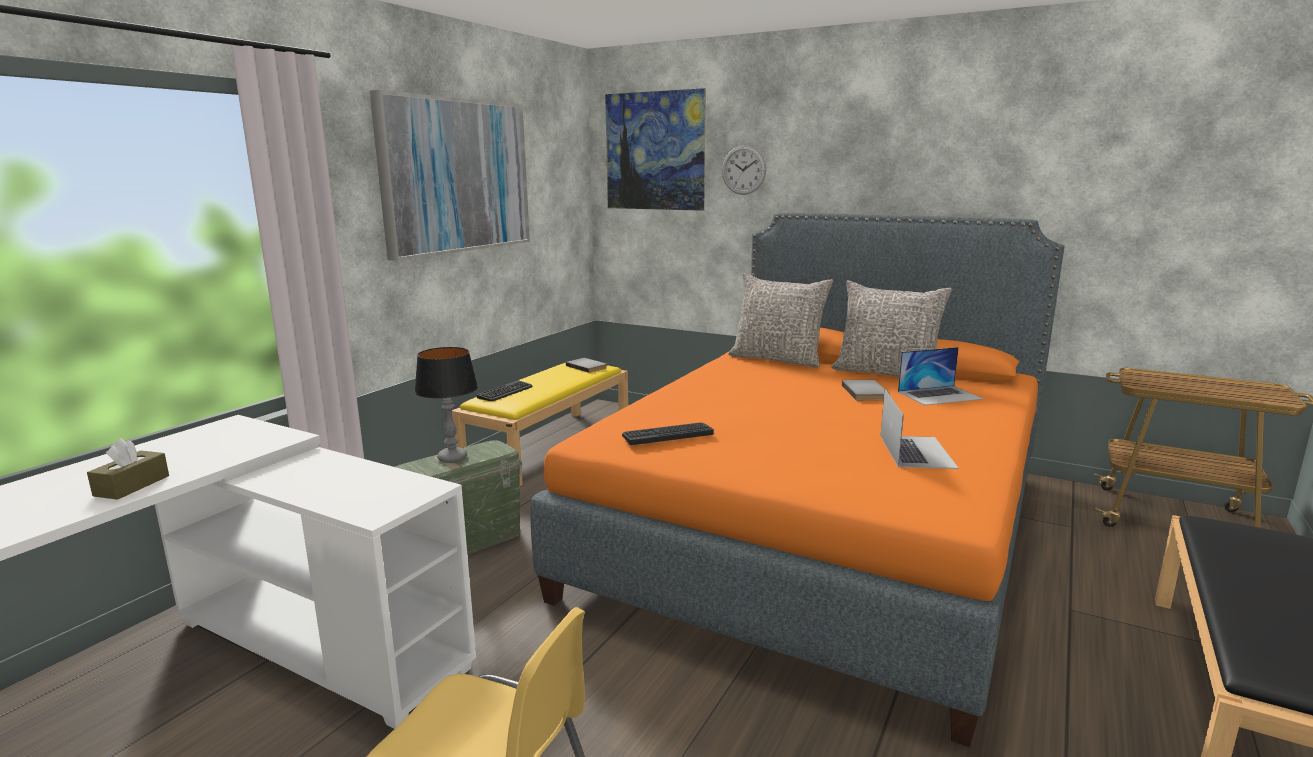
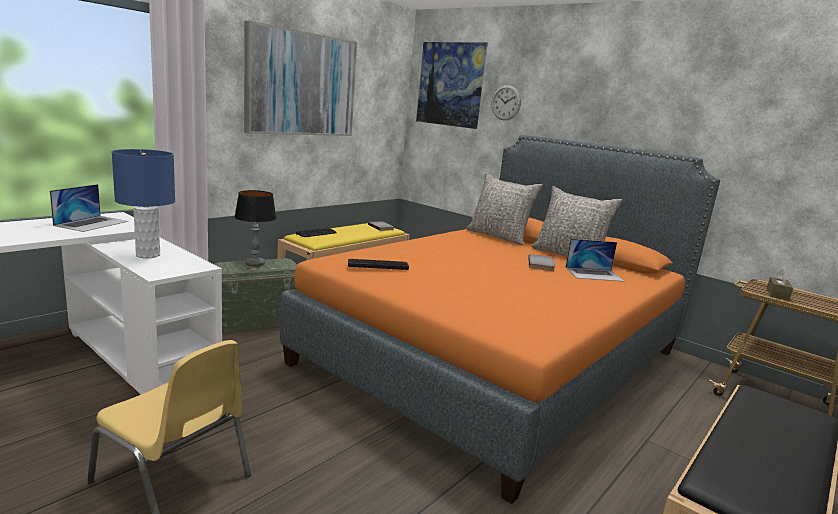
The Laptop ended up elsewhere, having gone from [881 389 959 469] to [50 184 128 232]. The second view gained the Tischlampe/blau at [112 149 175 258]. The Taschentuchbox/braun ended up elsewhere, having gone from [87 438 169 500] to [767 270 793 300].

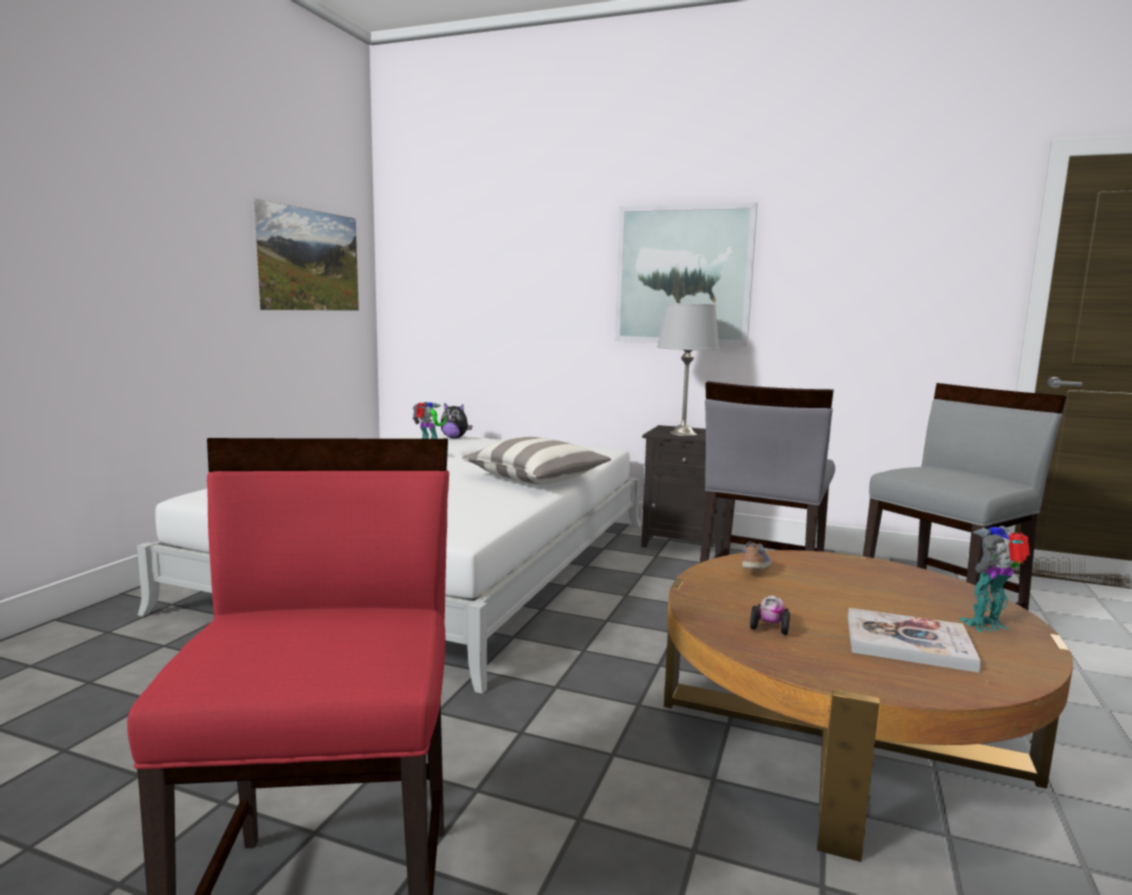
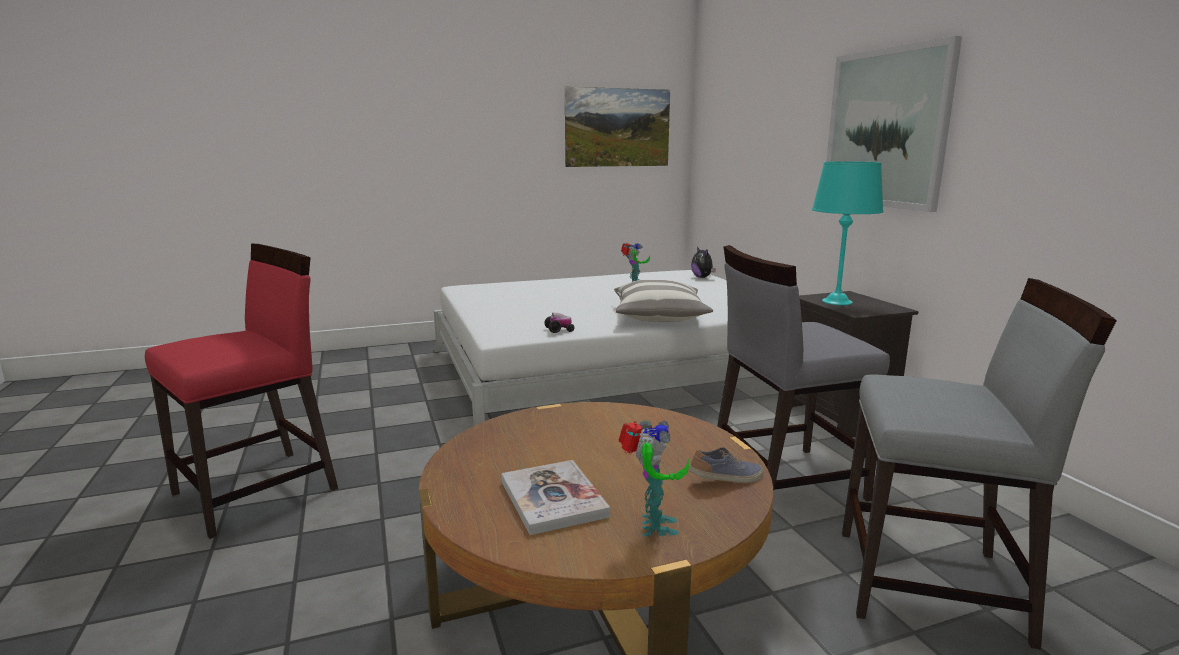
The Spielzeugauto ended up elsewhere, having gone from [750 596 790 635] to [544 312 575 333]. The Spielzeugroboter at [959 526 1030 633] ended up facing another way, 60 degrees clockwise from before. The Schuh ended up elsewhere, having gone from [742 541 772 569] to [689 447 763 483]. What was the Tischlampe/grau at [657 303 720 436] turned into the Tischlampe/türkis at [812 161 883 305].

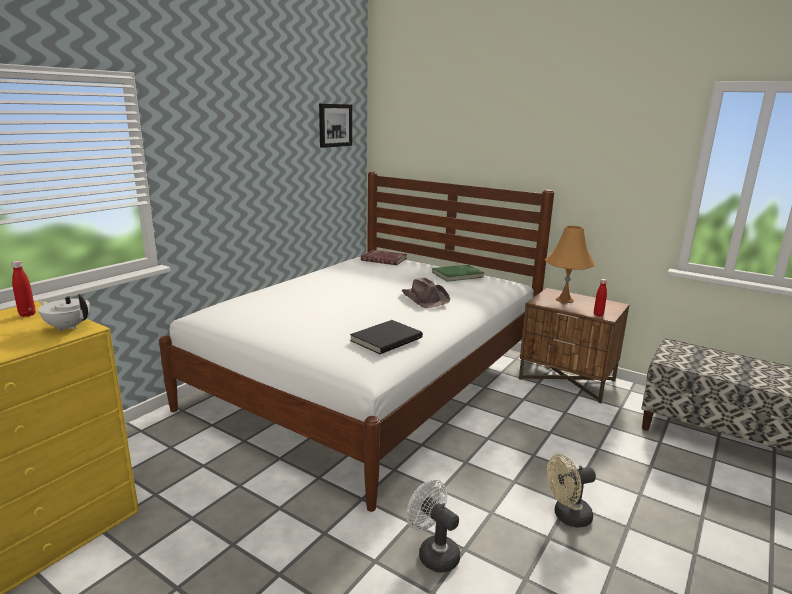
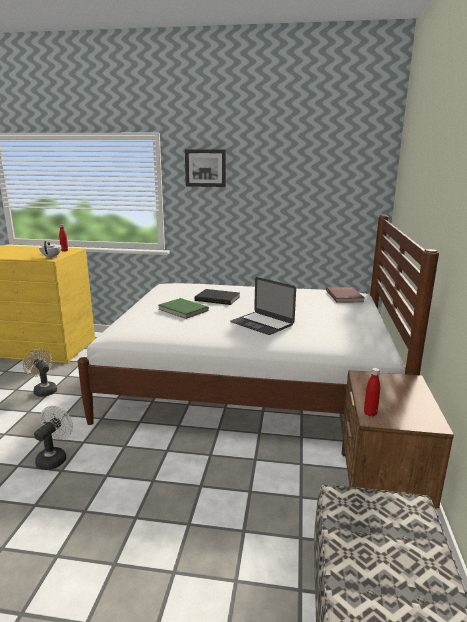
The Ventilator/beige ended up elsewhere, having gone from [547 454 596 528] to [23 349 57 397]. The Buch/grün ended up elsewhere, having gone from [432 264 484 282] to [159 298 209 319]. The Bild ended up elsewhere, having gone from [319 103 352 148] to [185 149 226 187]. The Buch/schwarz ended up elsewhere, having gone from [350 320 423 354] to [195 289 240 305]. Where the Hut/braun stood at [401 277 450 308], the Laptop came to stand at [230 277 296 335]. The second view lost the Tischlampe/orange at [545 226 596 303].

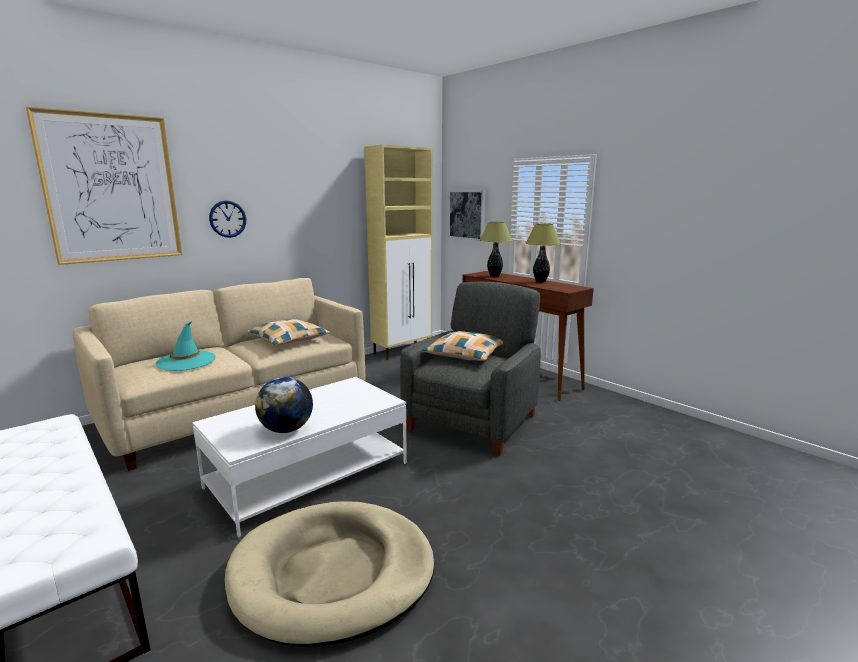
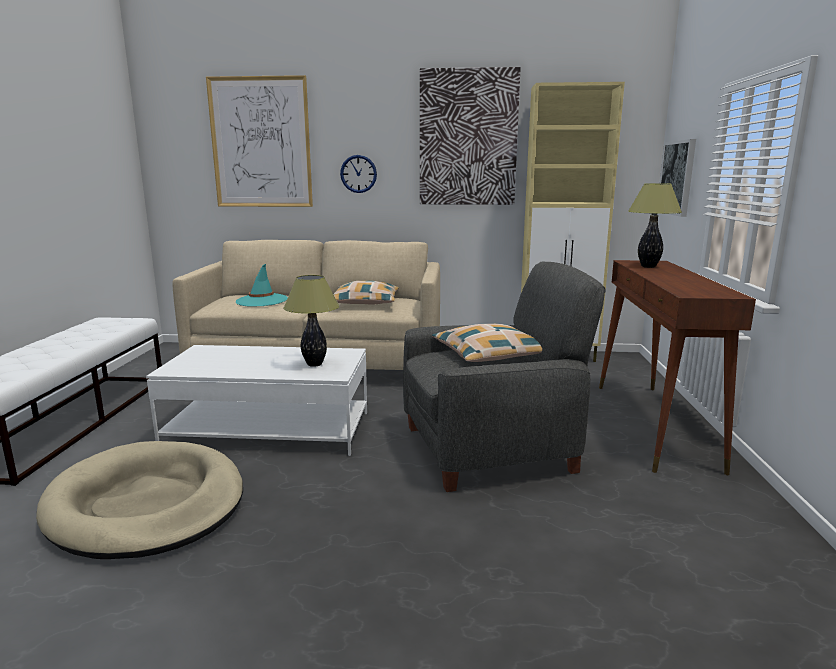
The Tischlampe ended up elsewhere, having gone from [526 224 561 282] to [284 275 339 367]. The second view gained the Bild at [420 67 521 205]. The second view lost the Globus at [255 377 313 433].

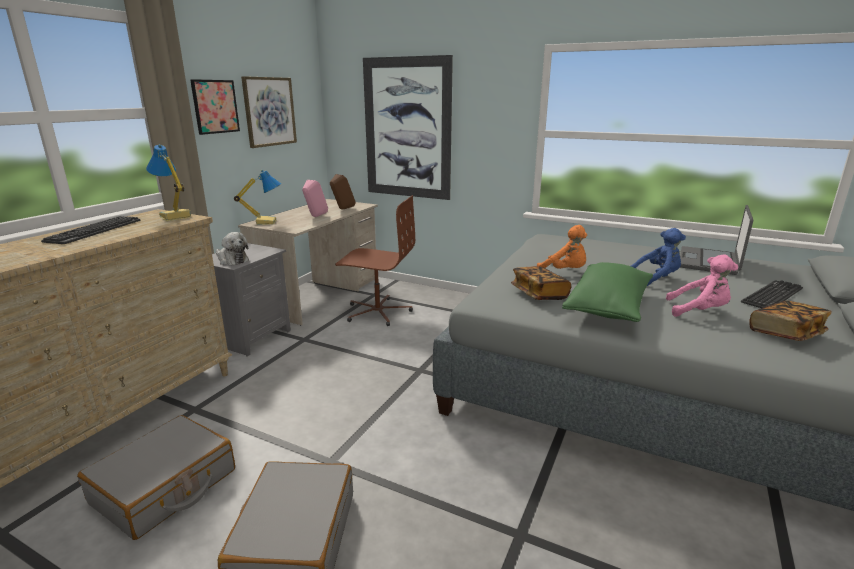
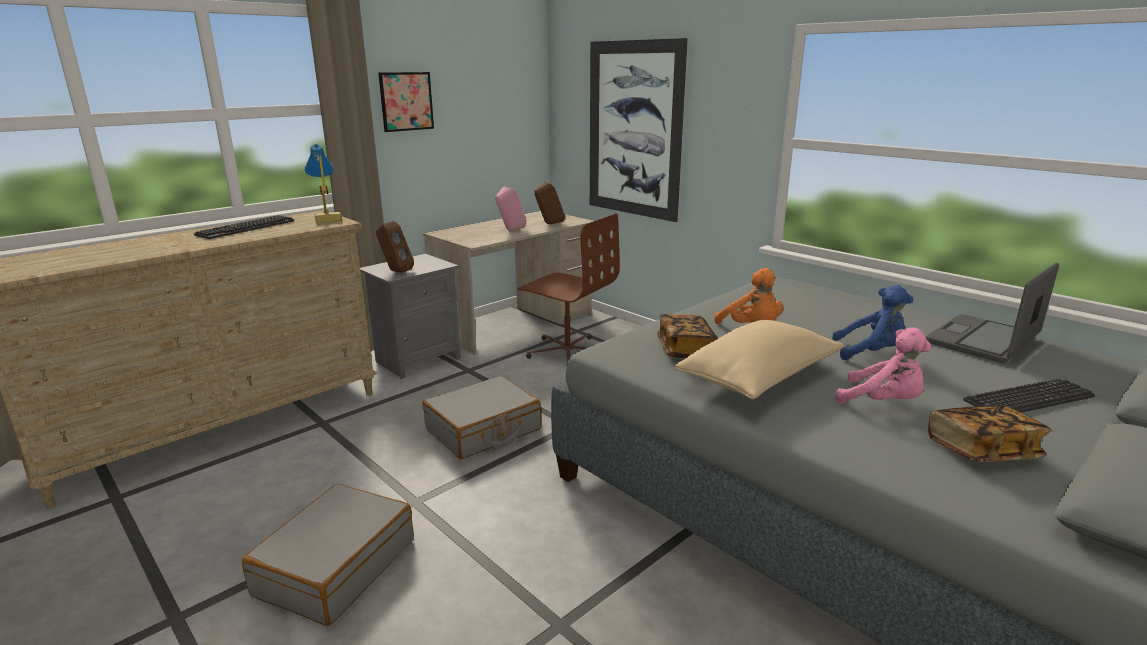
Where the Plüschtier stood at [216 232 249 265], the Lautsprecher/braun came to stand at [376 221 414 273]. The Koffer/grau ended up elsewhere, having gone from [77 415 235 540] to [423 376 541 459]. What was the Kissen/grün at [562 262 653 322] turned into the Kissen/beige at [675 320 844 399]. The second view lost the Tischlampe at [234 170 281 225]. The second view lost the Bild at [241 76 297 148].

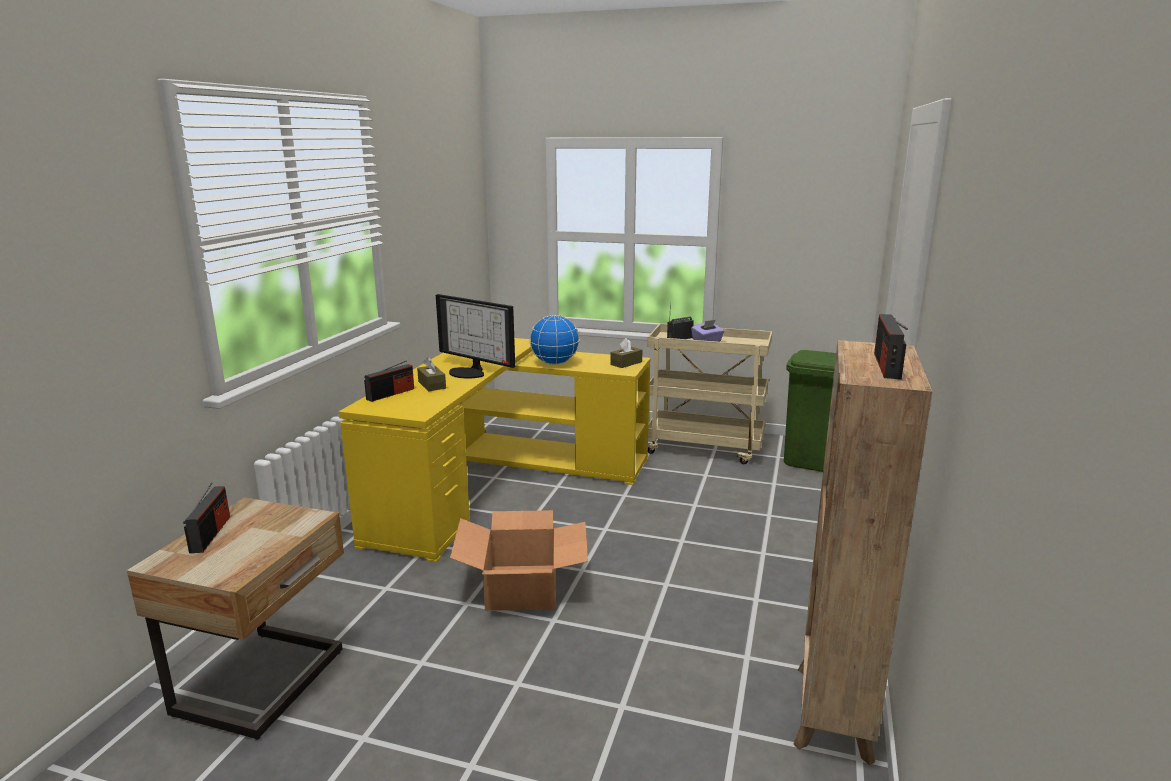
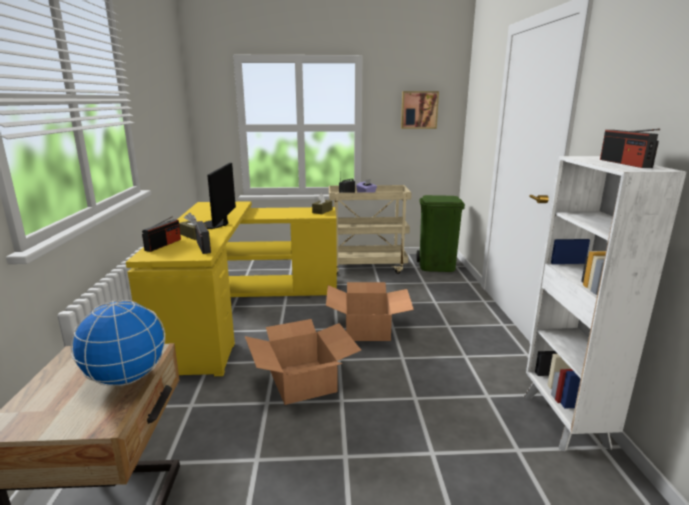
The Globus ended up elsewhere, having gone from [530 315 580 365] to [71 300 165 386]. The Radio ended up elsewhere, having gone from [183 482 230 553] to [194 219 211 254]. The Monitor at [436 294 515 379] ended up facing another way, 75 degrees clockwise from before. The second view gained the Karton at [326 282 414 341]. The second view gained the Bild at [401 91 439 129]. What was the Bücherregal/braun at [794 340 932 765] turned into the Bücherregal/weiß at [524 156 686 452].

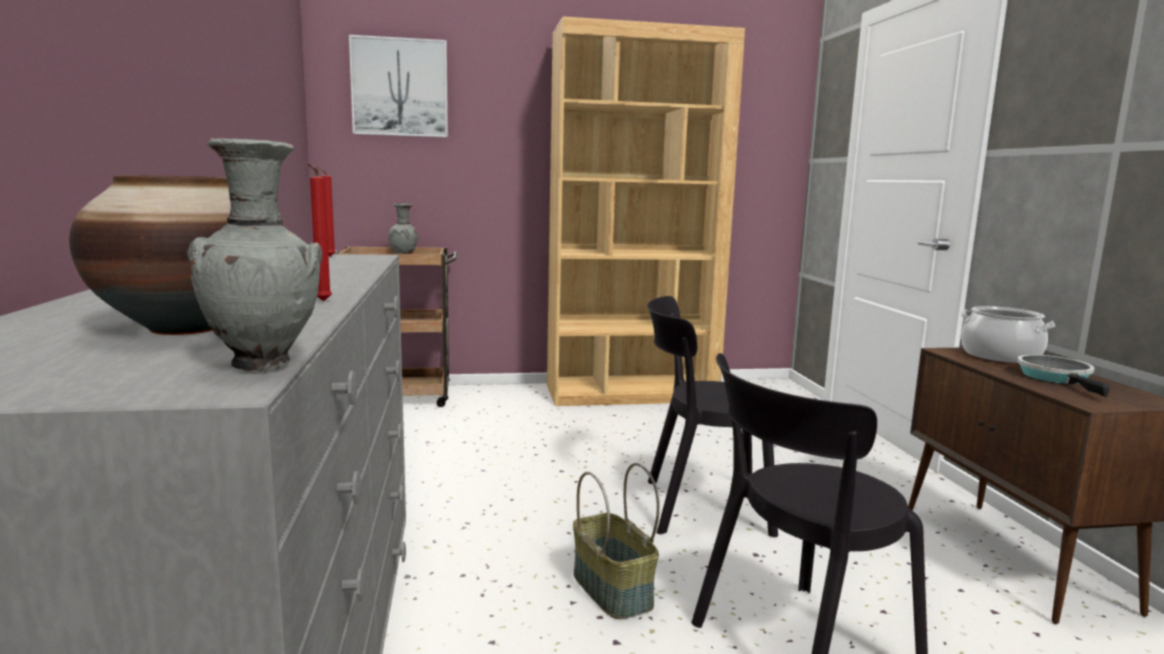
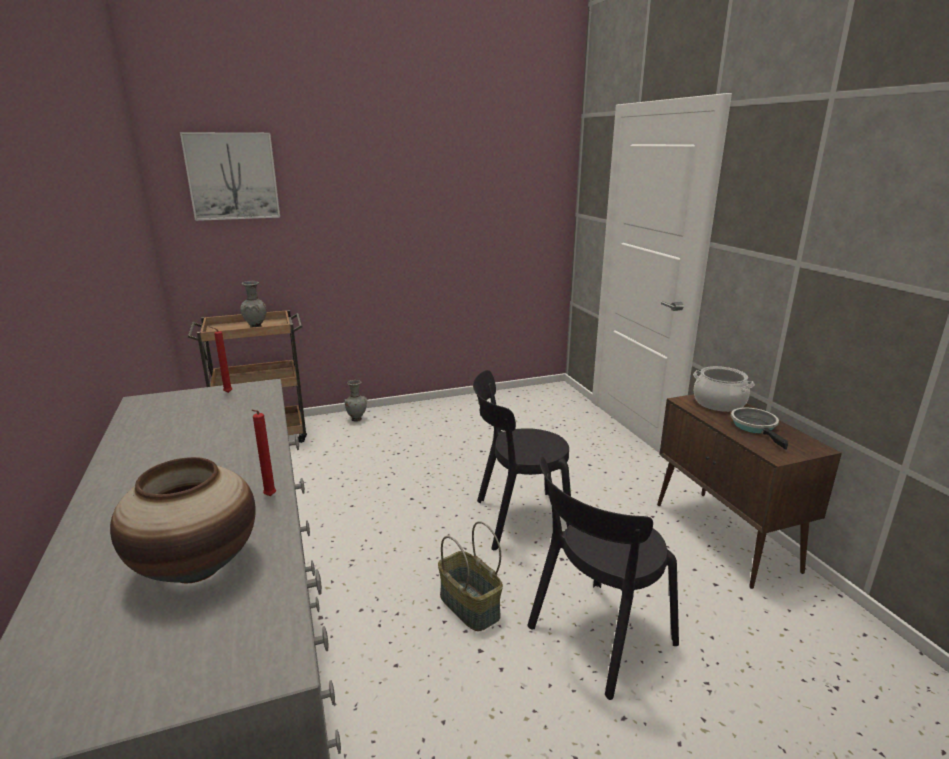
The Vase/grau ended up elsewhere, having gone from [187 138 322 372] to [344 380 367 422]. The second view lost the Bücherregal/braun at [547 17 745 406].

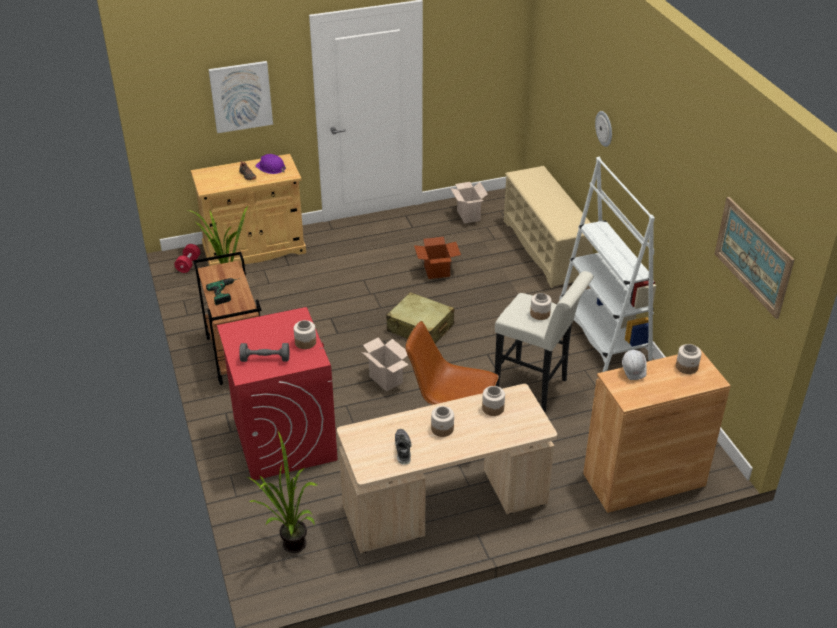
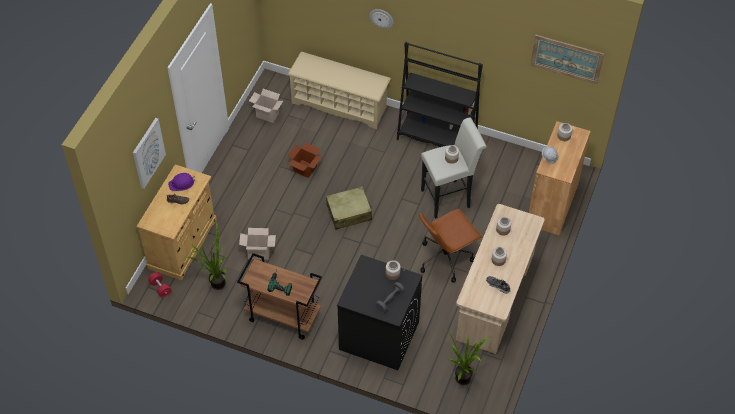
The Karton ended up elsewhere, having gone from [362 337 409 392] to [239 228 276 260]. What was the Waschmaschine/rot at [217 307 338 480] turned into the Waschmaschine/schwarz at [337 255 422 370]. What was the Bücherregal/weiß at [559 157 656 372] turned into the Bücherregal/schwarz at [397 42 483 147].

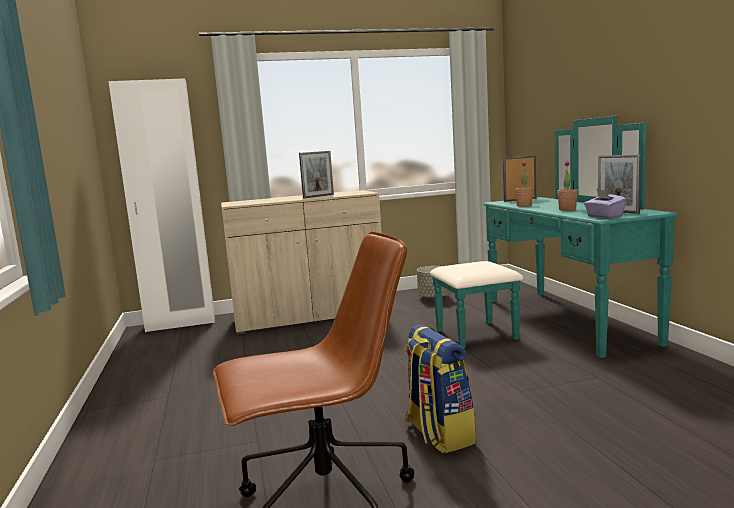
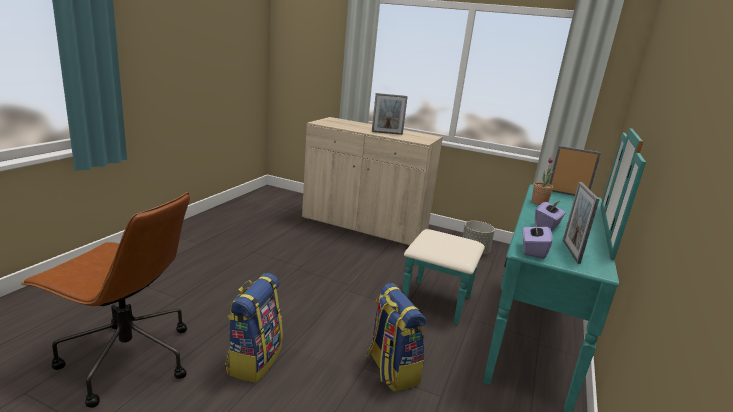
The second view gained the Rucksack at [366 283 426 392]. Where the Topfpflanze stood at [557 160 578 211], the Taschentuchbox/lila came to stand at [535 201 566 231]. The second view lost the Kleiderschrank/weiß at [108 78 215 332].

